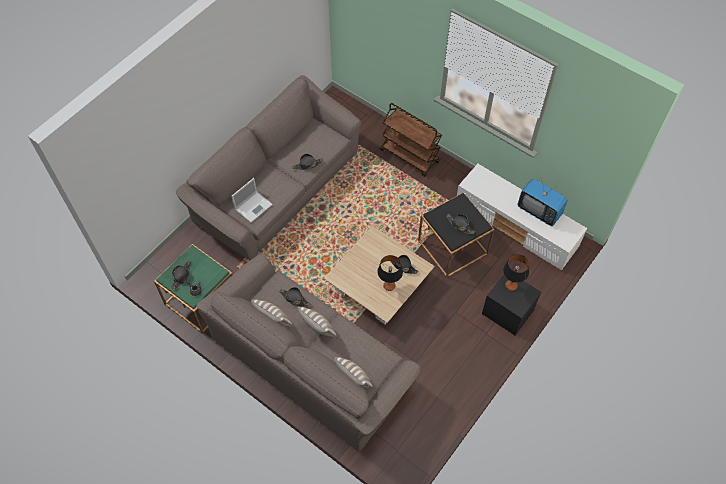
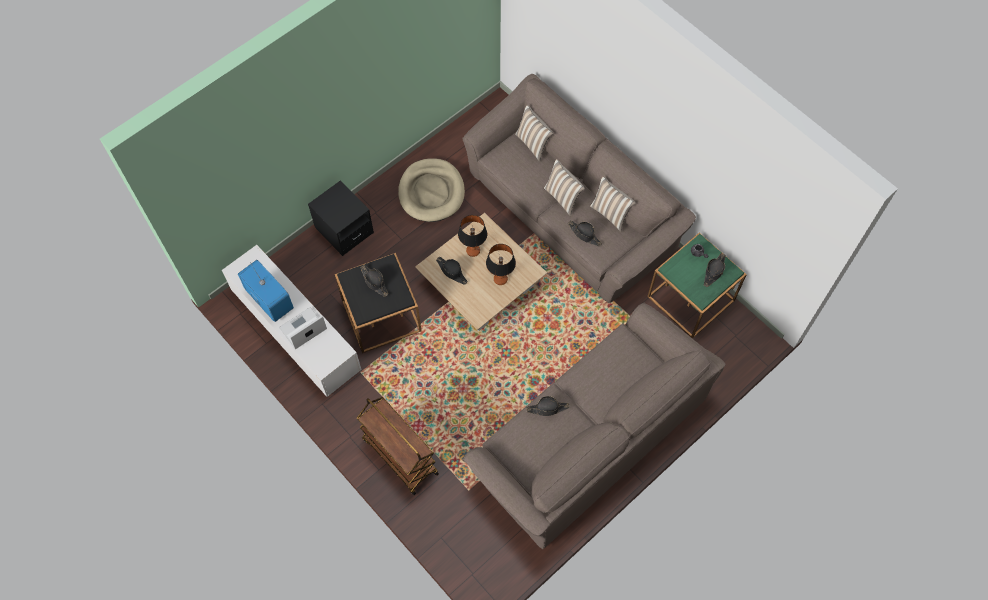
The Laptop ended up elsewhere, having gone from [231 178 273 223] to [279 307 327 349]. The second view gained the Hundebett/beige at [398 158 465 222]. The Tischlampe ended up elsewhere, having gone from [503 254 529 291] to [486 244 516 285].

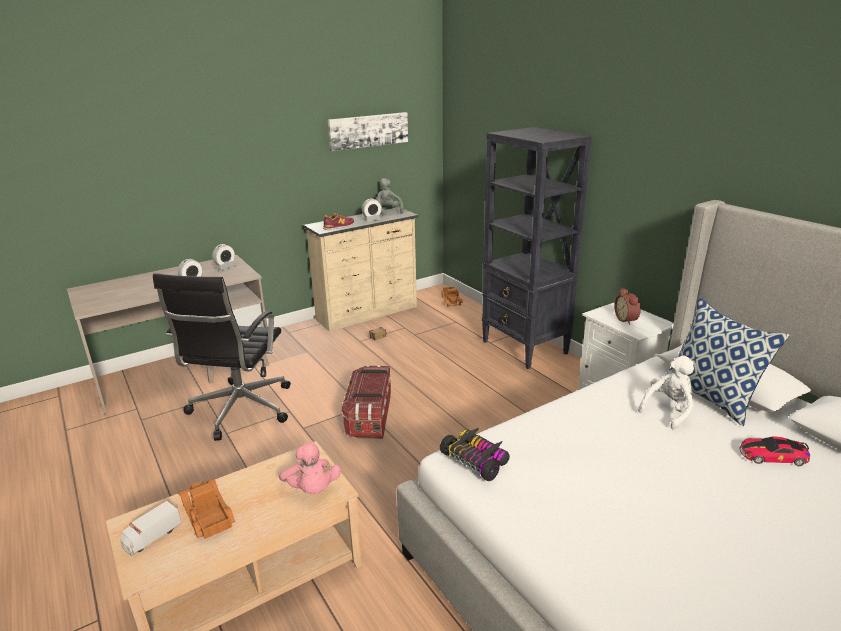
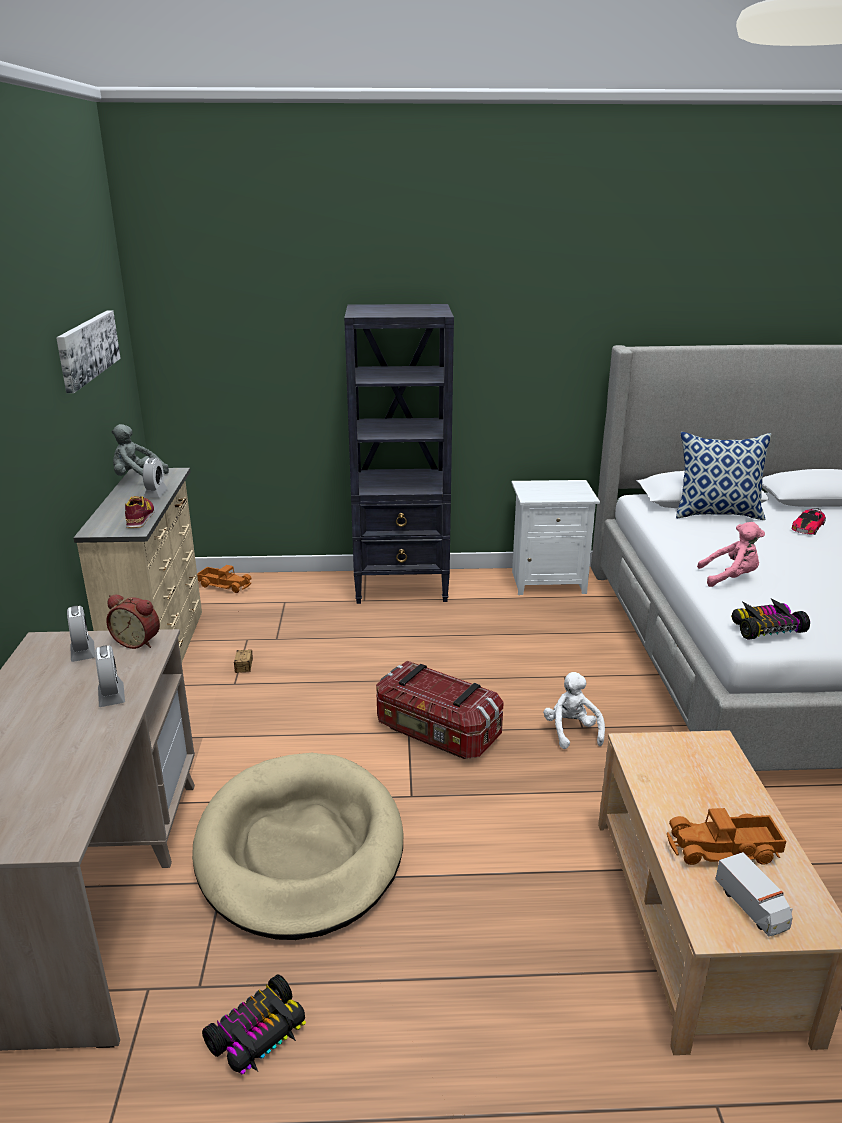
The Wecker ended up elsewhere, having gone from [614 288 641 325] to [106 595 160 649]. Where the Bürostuhl/schwarz stood at [153 274 291 441], the Hundebett/beige came to stand at [192 753 403 940]. The second view gained the Spielzeugauto at [202 974 306 1074]. The Plüschtier/weiß ended up elsewhere, having gone from [638 356 694 430] to [543 672 605 749]. The Plüschtier/rosa ended up elsewhere, having gone from [279 441 341 494] to [697 522 765 587].

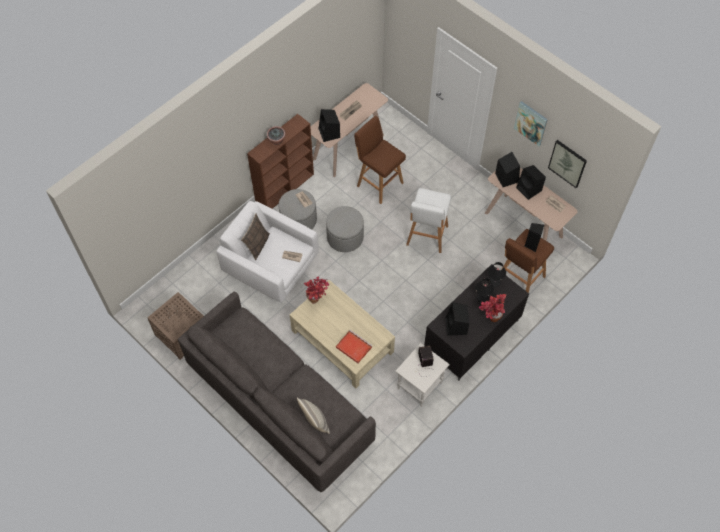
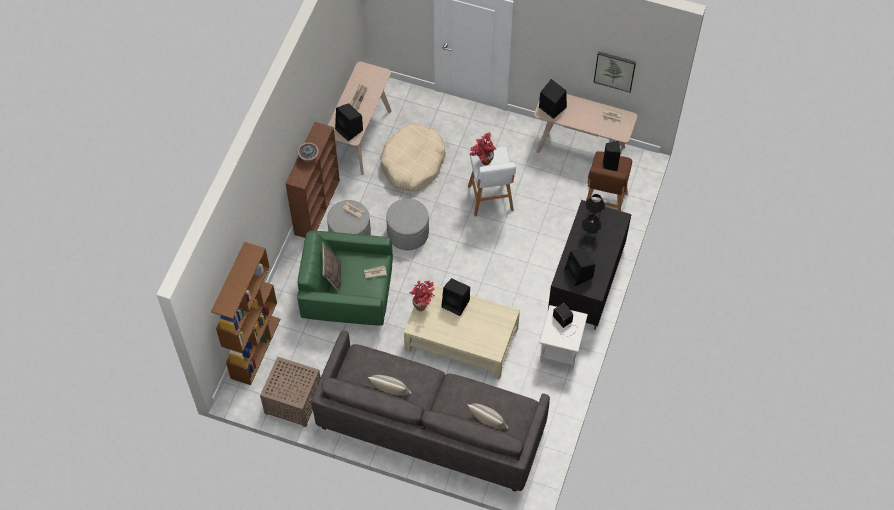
The second view gained the Bücherregal/braun at [211 242 281 385]. What was the Sessel/weiß at [216 201 319 303] turned into the Sessel/grün at [297 230 393 326]. The second view gained the Kissen at [368 375 412 396]. Where the Hocker/braun stood at [354 116 406 204], the Hundebett/beige came to stand at [380 124 446 191]. The Lautsprecher/schwarz ended up elsewhere, having gone from [516 165 546 200] to [441 278 470 316]. The Topfpflanze ended up elsewhere, having gone from [479 294 506 322] to [469 132 496 165]. The second view lost the Tablett/rot at [336 330 372 363]. The second view lost the Bild at [514 101 548 146].

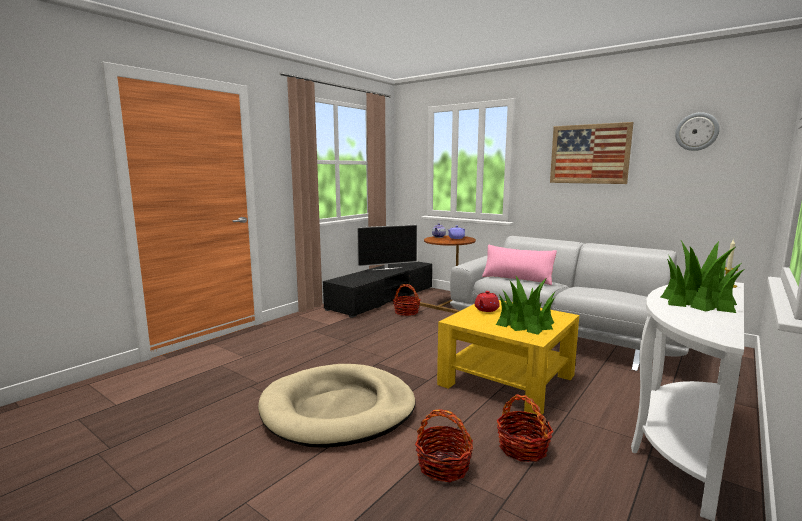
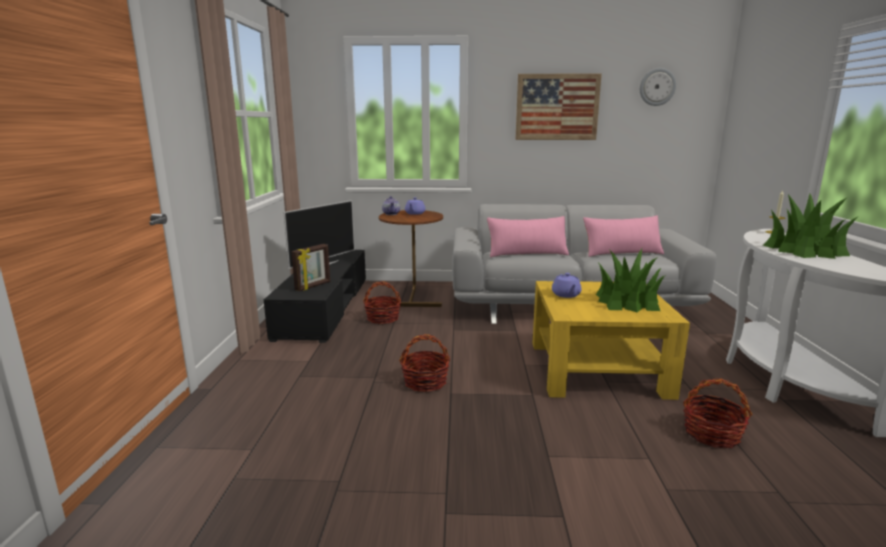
The second view gained the Bilderrahmen at [291 244 330 291]. The Korb ended up elsewhere, having gone from [415 409 473 482] to [399 334 450 392]. What was the Teekanne/rot at [475 291 500 312] turned into the Teekanne/lila at [552 273 582 298]. The second view gained the Kissen/rosa at [583 215 664 257]. The second view lost the Hundebett/beige at [258 364 416 448].

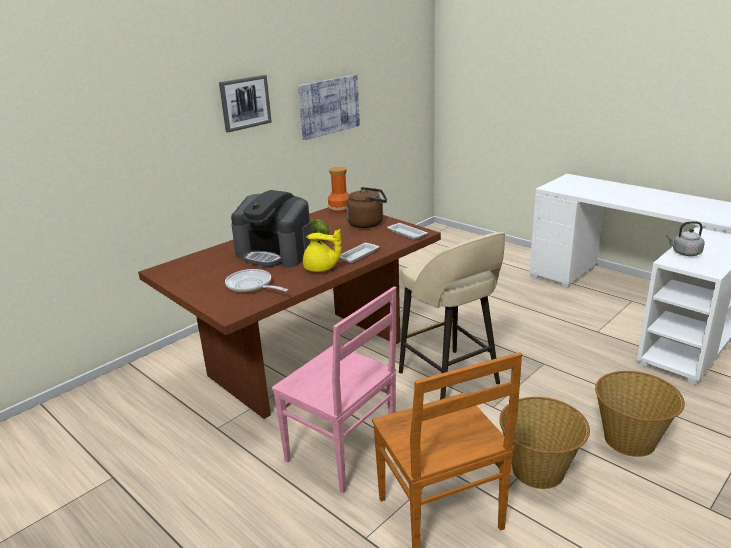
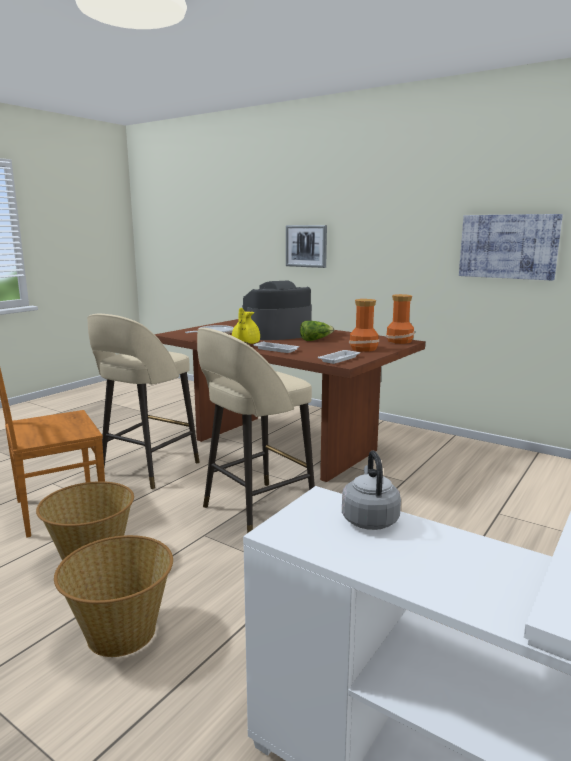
Where the Stuhl/rosa stood at [272 286 396 493], the Hocker/beige came to stand at [87 314 199 489]. The Kaffeemaschine at [231 190 312 267] ended up facing another way, 45 degrees clockwise from before. The Bild ended up elsewhere, having gone from [219 75 272 132] to [286 225 327 268]. Where the Wasserkessel/braun stood at [346 187 387 228], the Vase came to stand at [349 299 379 352].

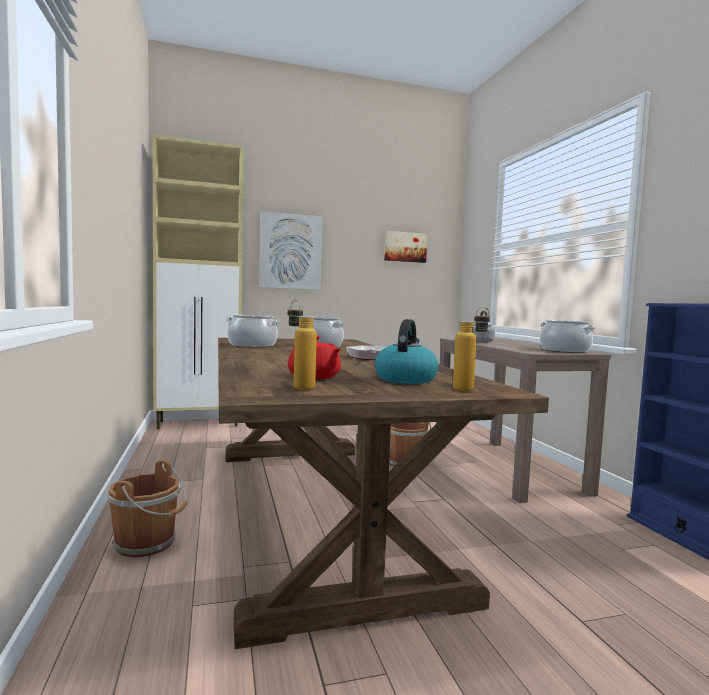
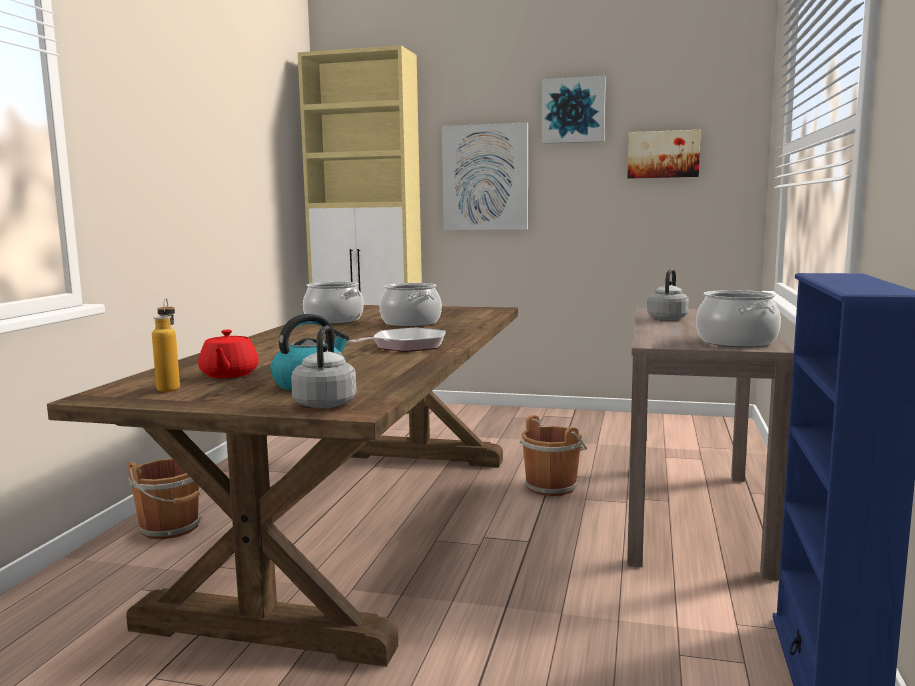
Where the Flasche stood at [453 307 490 391], the Wasserkessel/grau came to stand at [291 326 356 408]. The second view gained the Bild at [542 76 606 144].

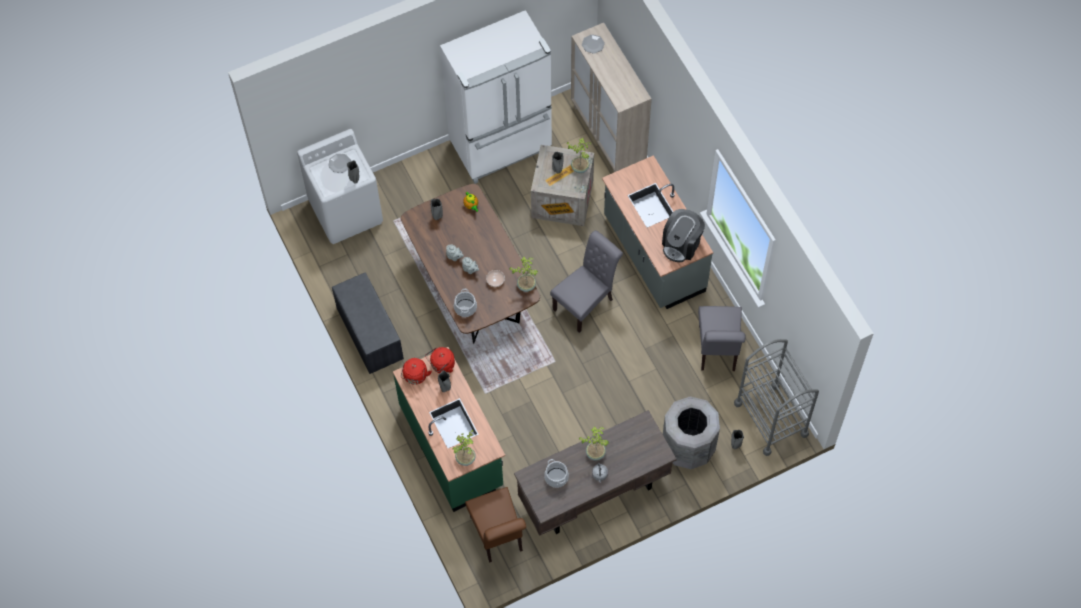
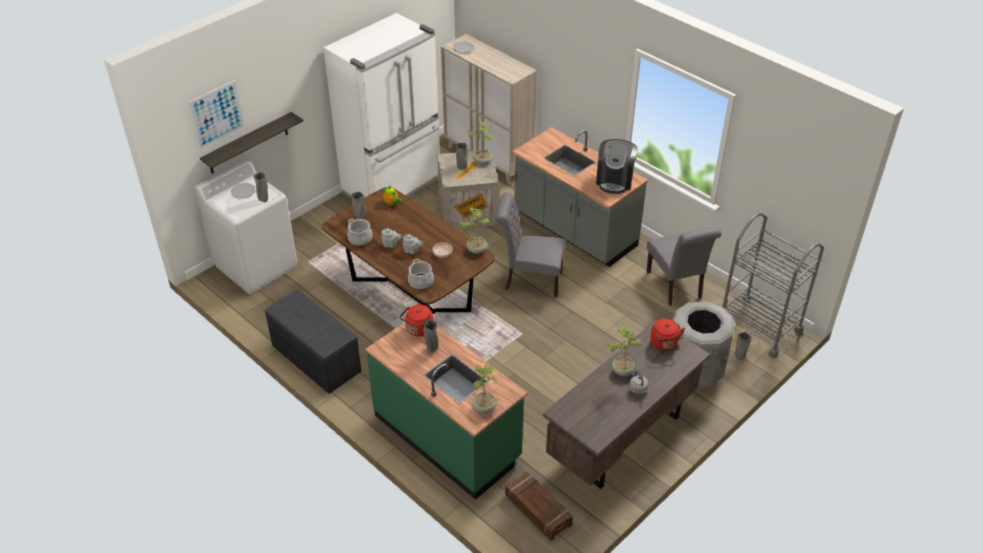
The second view gained the Bild at [187 80 246 151]. The second view gained the Wandregal at [200 112 303 173]. The Kochtopf ended up elsewhere, having gone from [544 459 569 488] to [348 218 373 246]. The Stuhl/grau at [550 230 623 333] ended up facing another way, 105 degrees counterclockwise from before. Where the Stuhl/braun stood at [465 487 526 563], the Kiste came to stand at [505 472 573 541]. The Wasserkessel/rot ended up elsewhere, having gone from [401 358 432 385] to [651 319 685 350].

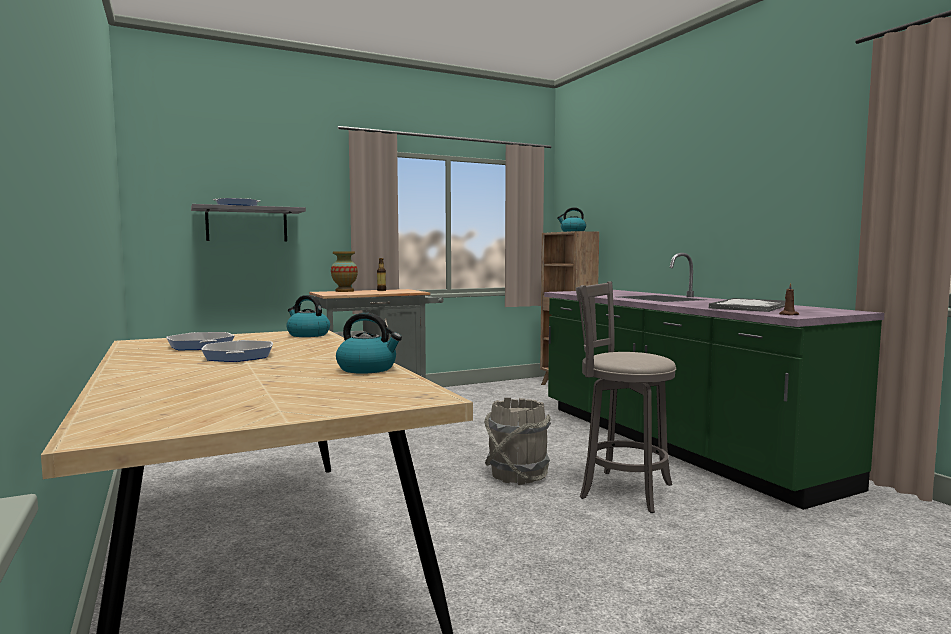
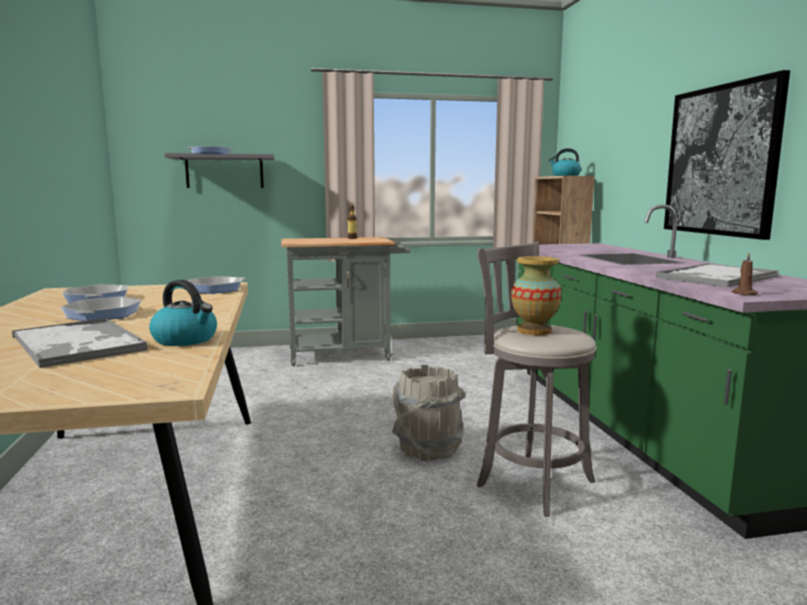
The second view gained the Tablett at [12 318 148 368]. Where the Wasserkessel stood at [286 295 330 337], the Pfanne came to stand at [188 276 245 294]. The Vase ended up elsewhere, having gone from [331 251 358 292] to [511 256 561 335]. The second view gained the Bild at [664 70 790 240].

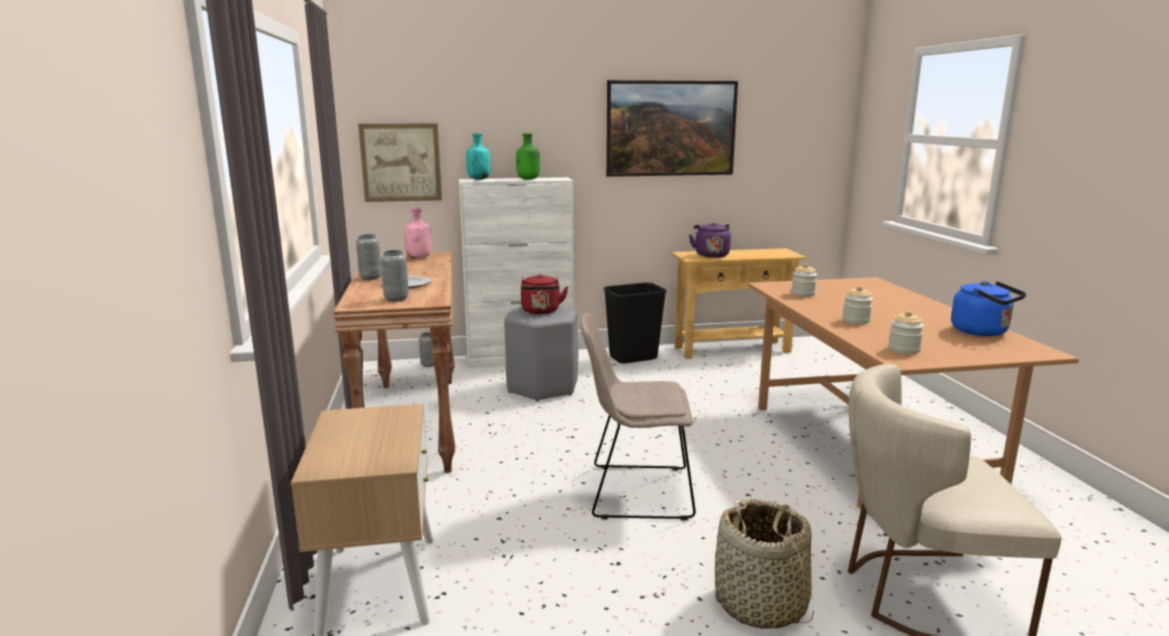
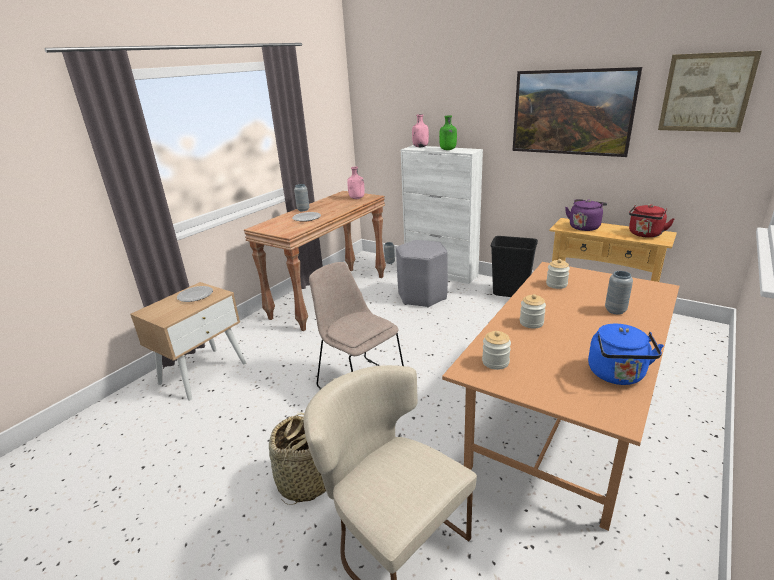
The second view gained the Teller at [177 286 213 302]. What was the Flasche/türkis at [466 133 491 180] turned into the Flasche/rosa at [412 114 429 147]. The Vase/grau ended up elsewhere, having gone from [381 250 409 302] to [605 271 633 314]. The Wasserkessel/rot ended up elsewhere, having gone from [521 274 568 314] to [629 204 674 238]. The Bild ended up elsewhere, having gone from [358 123 442 202] to [658 51 762 132].

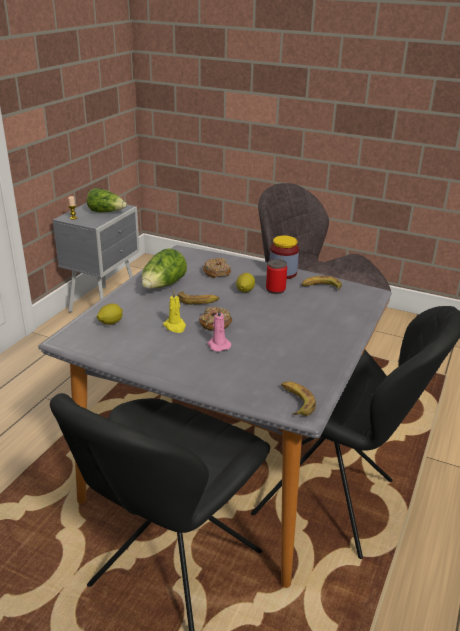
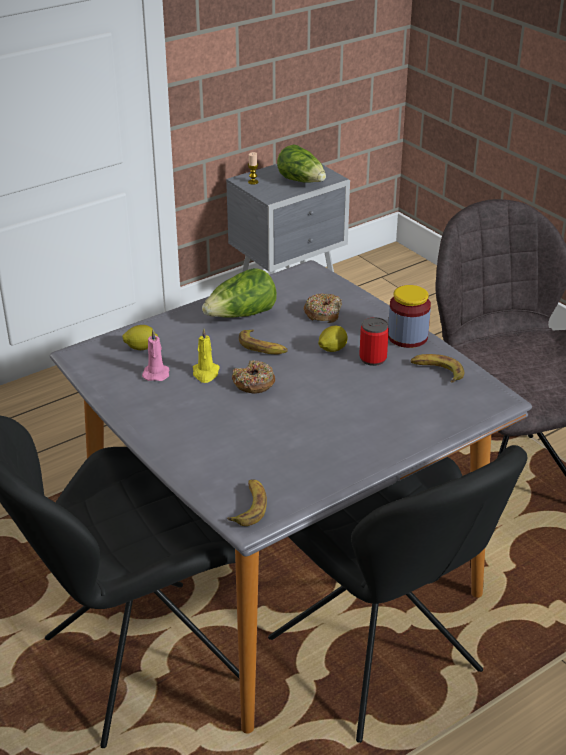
The Kerze/rosa ended up elsewhere, having gone from [207 307 231 352] to [142 330 169 381].

